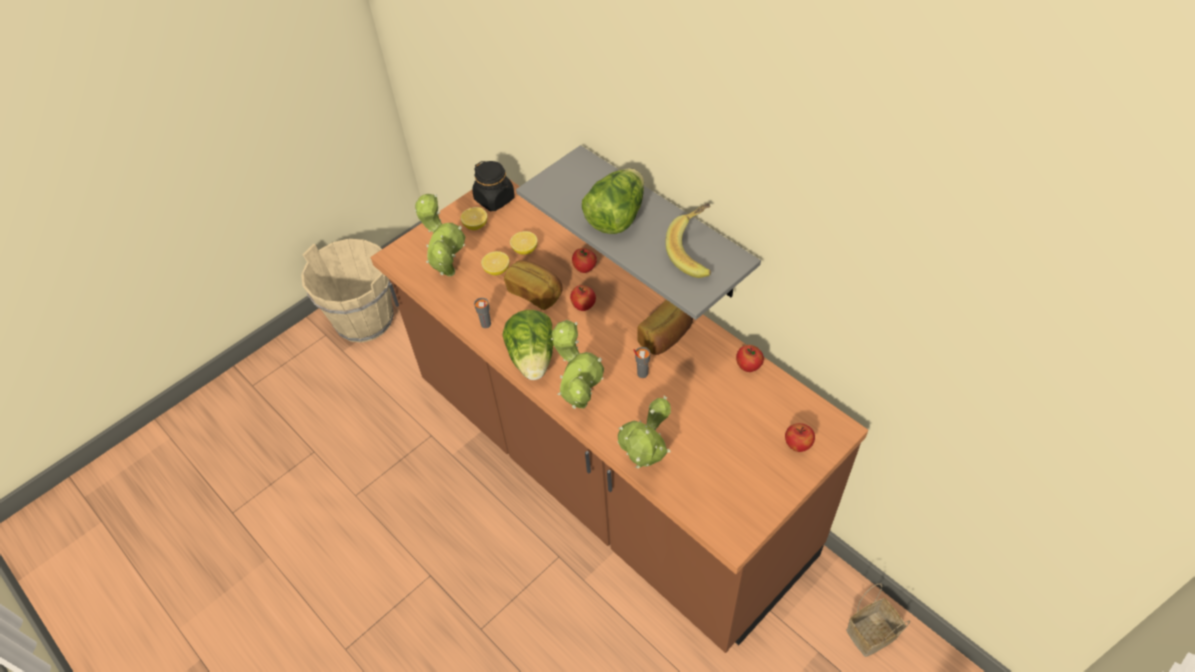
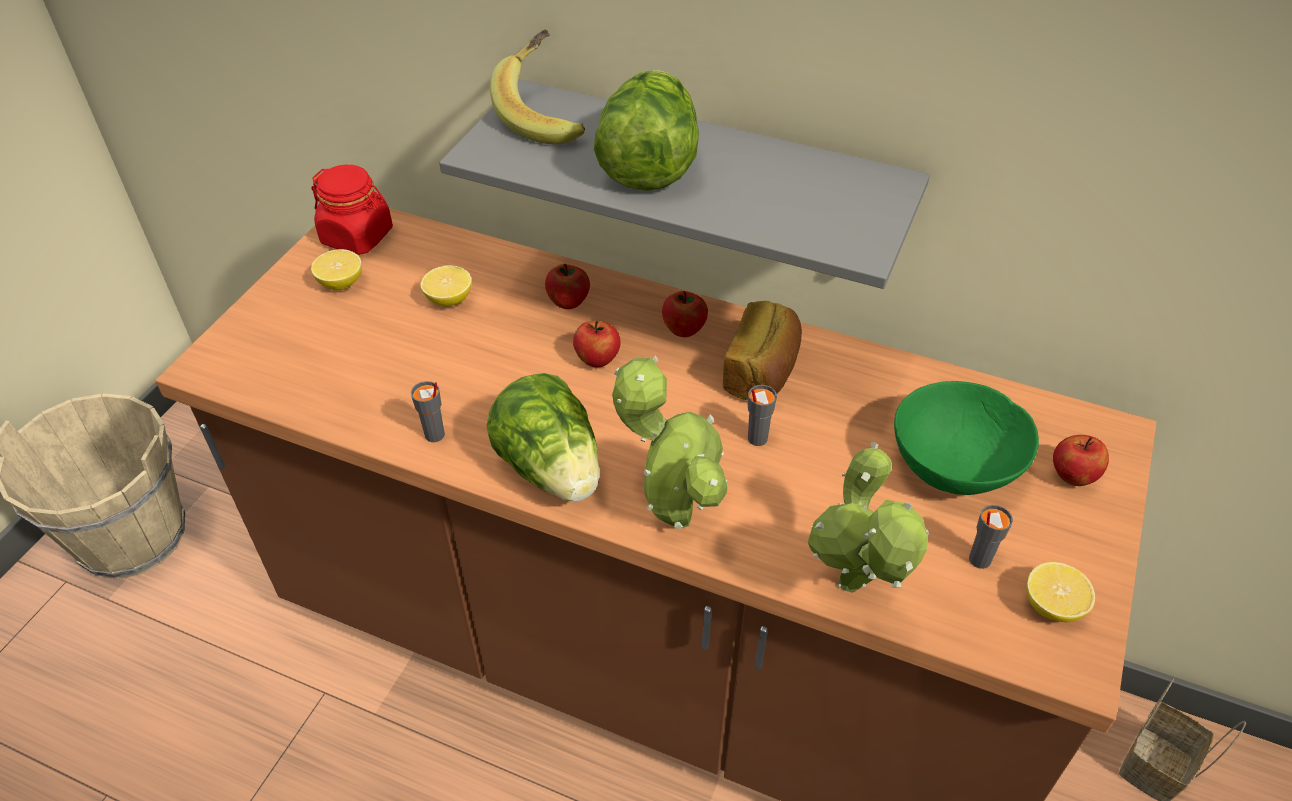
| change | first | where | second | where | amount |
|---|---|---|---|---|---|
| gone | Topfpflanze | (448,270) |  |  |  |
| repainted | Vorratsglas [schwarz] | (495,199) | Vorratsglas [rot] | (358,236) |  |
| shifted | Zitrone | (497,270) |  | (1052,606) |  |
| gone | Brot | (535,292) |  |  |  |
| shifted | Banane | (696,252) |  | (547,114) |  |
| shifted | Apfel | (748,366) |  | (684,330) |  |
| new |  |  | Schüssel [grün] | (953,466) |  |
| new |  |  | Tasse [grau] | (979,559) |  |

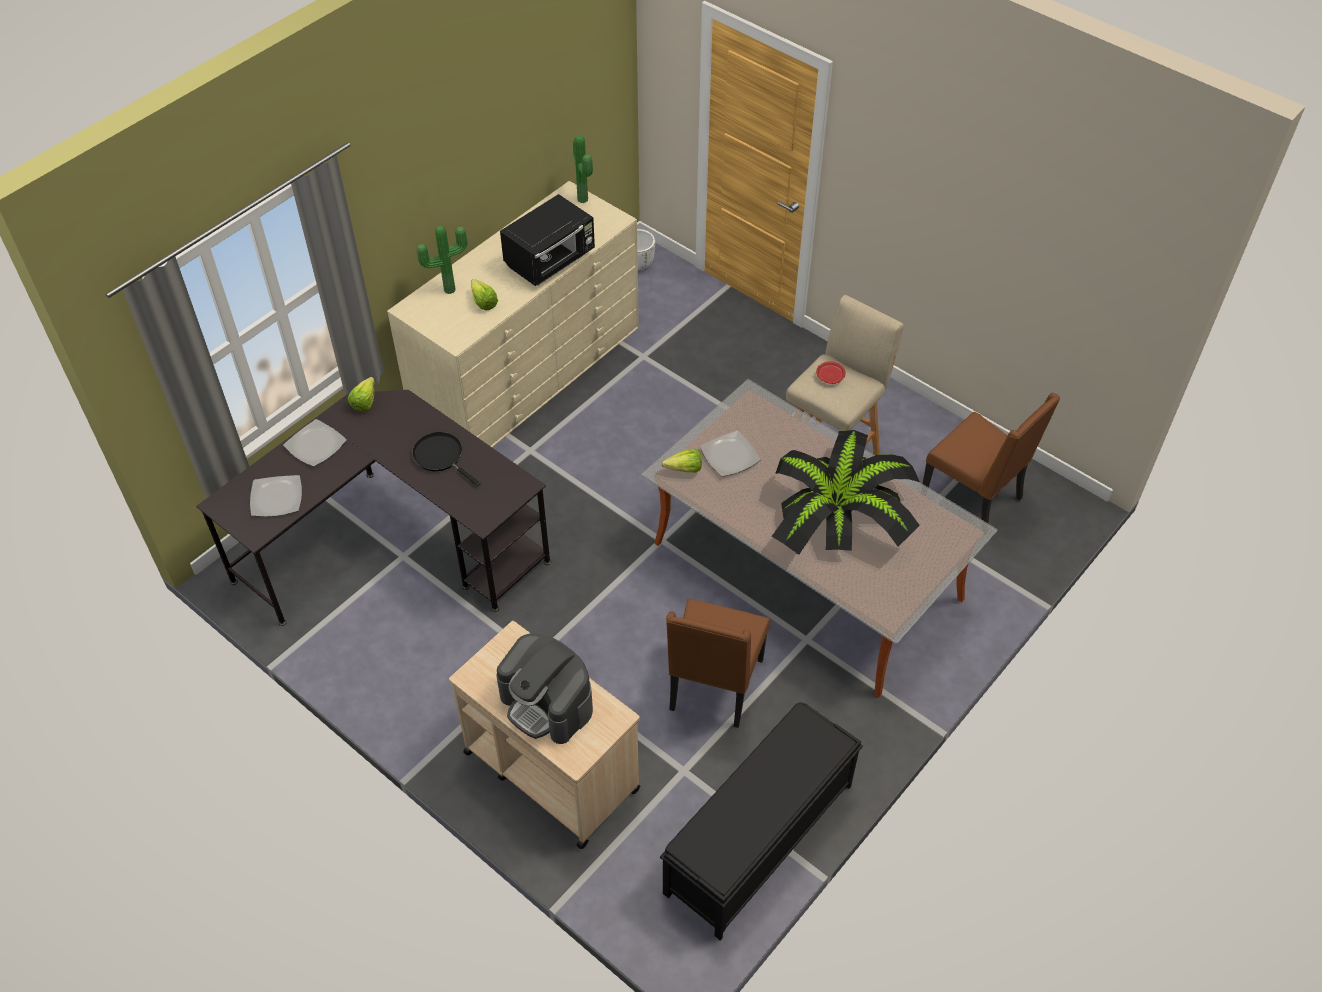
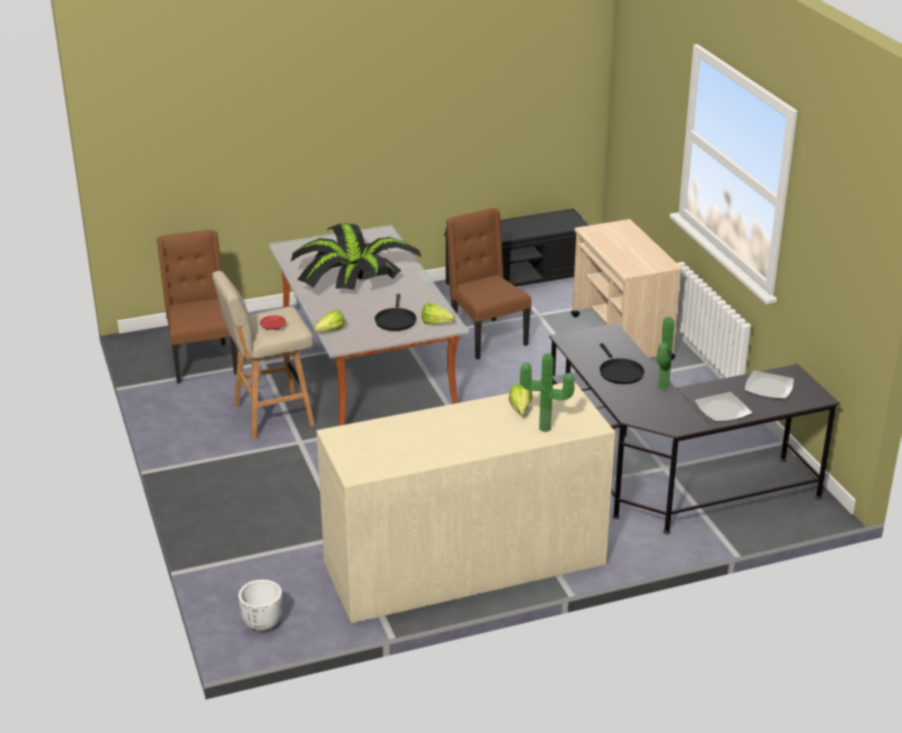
| change | first | where | second | where | amount |
|---|---|---|---|---|---|
| shifted | Salatkopf | (367,400) |  | (328,332) |  |
| gone | Kaffeemaschine | (547,704) |  |  |  |
| gone | Mikrowelle [schwarz] | (551,260) |  |  |  |
| shifted | Topfpflanze | (584,199) |  | (661,387) |  |
| rotated | Stuhl [braun] | (714,686) |  | (486,338) | 75 degrees counterclockwise |
| swapped | Teller | (730,455) | Pfanne [schwarz] | (395,320) |  |

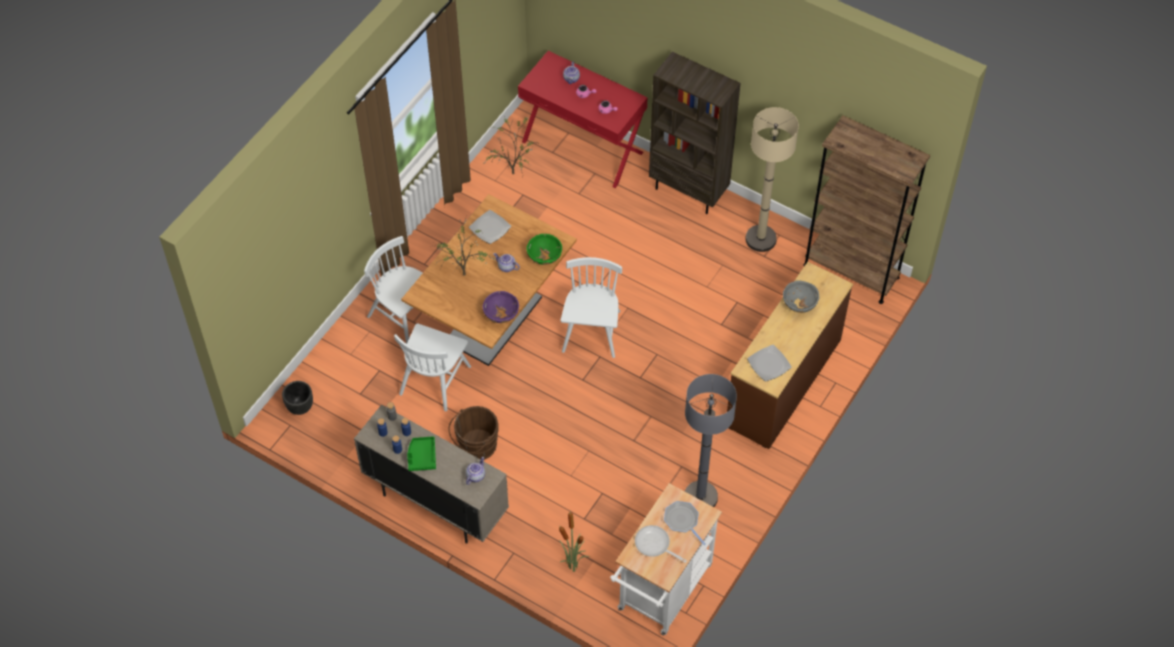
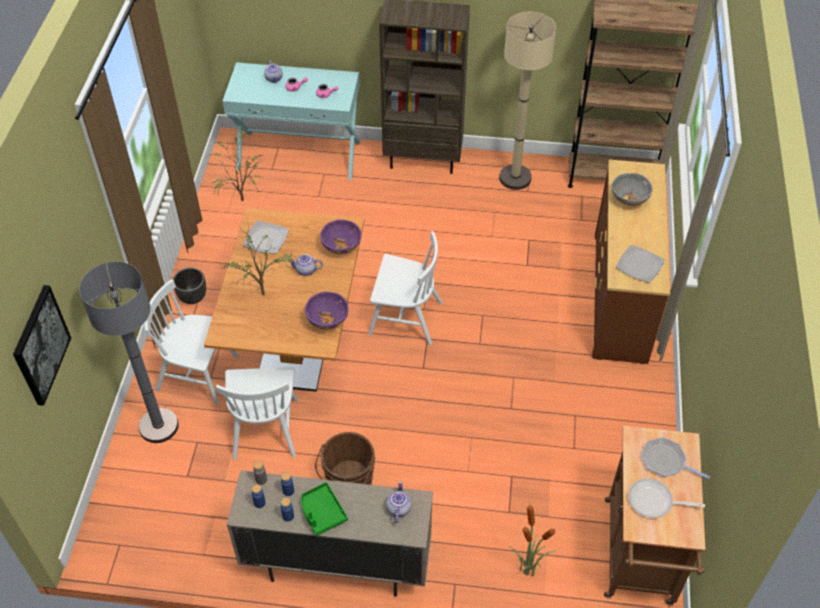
| change | first | where | second | where | amount |
|---|---|---|---|---|---|
| shifted | Pflanzkübel [schwarz] | (300,407) |  | (192,298) |  |
| repainted | Konsolentisch [rot] | (583,146) | Konsolentisch [türkis] | (299,155) |  |
| repainted | Schüssel [grün] | (544,258) | Schüssel [lila] | (341,247) |  |
| rotated | Stuhl [weiß] | (591,332) |  | (405,318) | 120 degrees clockwise |
| repainted | Rollwagen [weiß] | (661,593) | Rollwagen [braun] | (639,559) |  |
| shifted | Stehlampe [grau] | (700,497) |  | (158,426) |  |
| new |  |  | Bild | (40,345) |  |

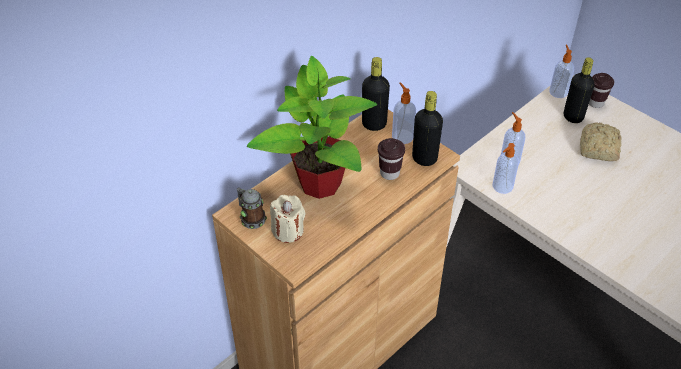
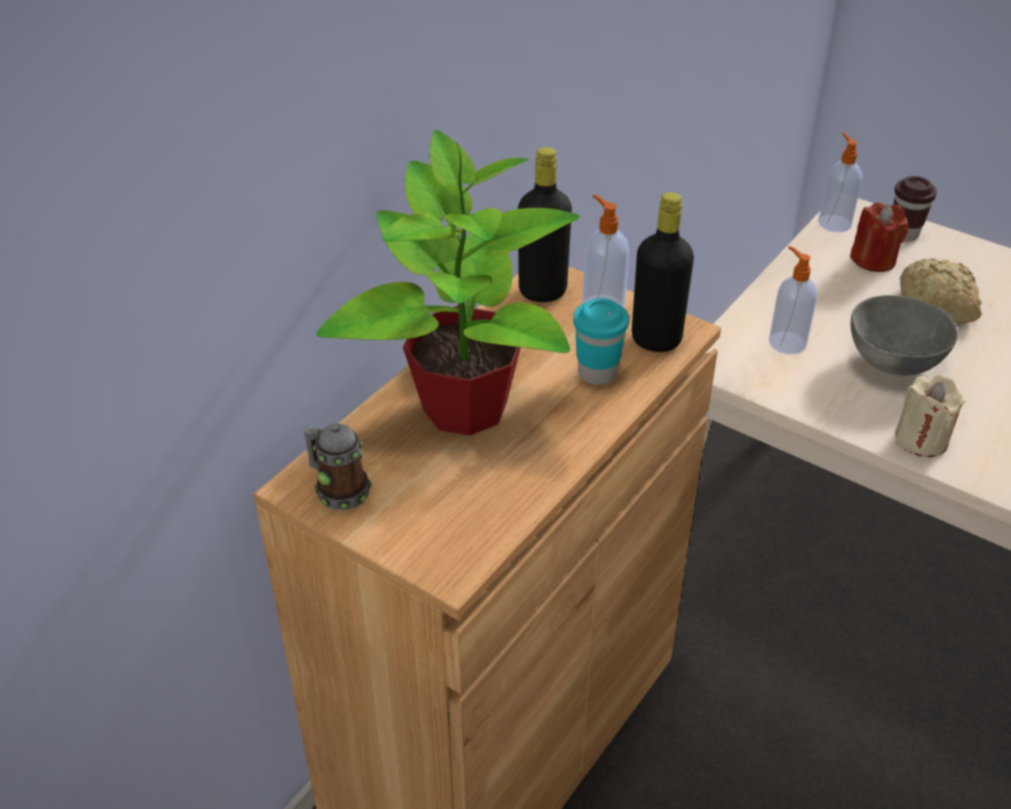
| change | first | where | second | where | amount |
|---|---|---|---|---|---|
| shifted | Kerze [beige] | (288,231) |  | (921,439) |  |
| repainted | Tasse [braun] | (389,173) | Tasse [türkis] | (597,373) |  |
| gone | Seifenspender | (502,187) |  |  |  |
| swapped | Flasche [schwarz] | (573,117) | Kerze [rot] | (873,259) |  |
| new |  |  | Schüssel [grau] | (891,361) |  |

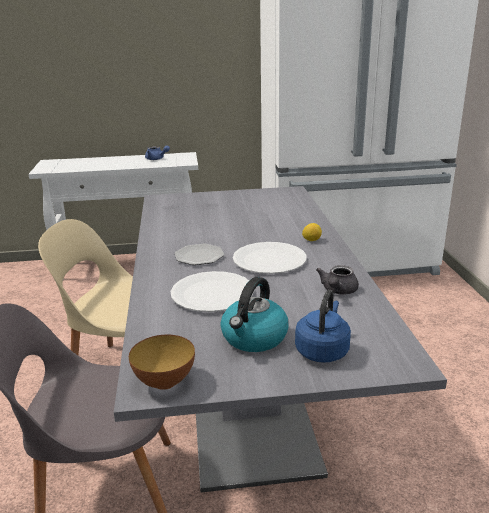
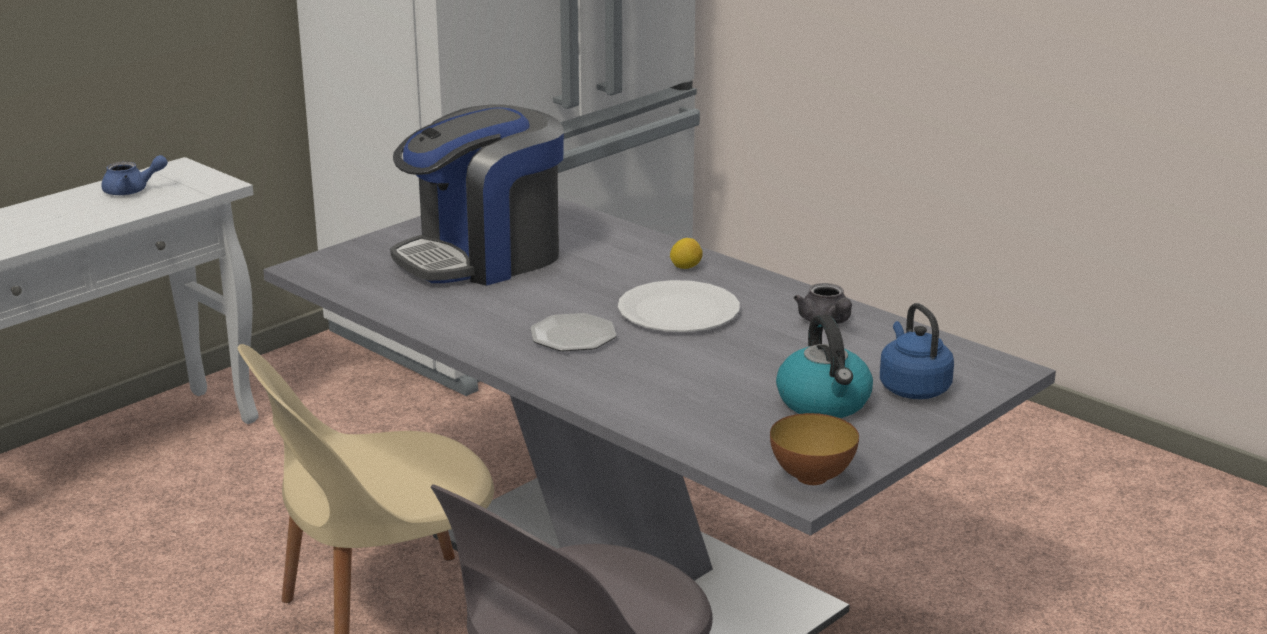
| change | first | where | second | where | amount |
|---|---|---|---|---|---|
| gone | Teller [weiß] | (212,294) |  |  |  |
| new |  |  | Kaffeemaschine | (483,257) |  |

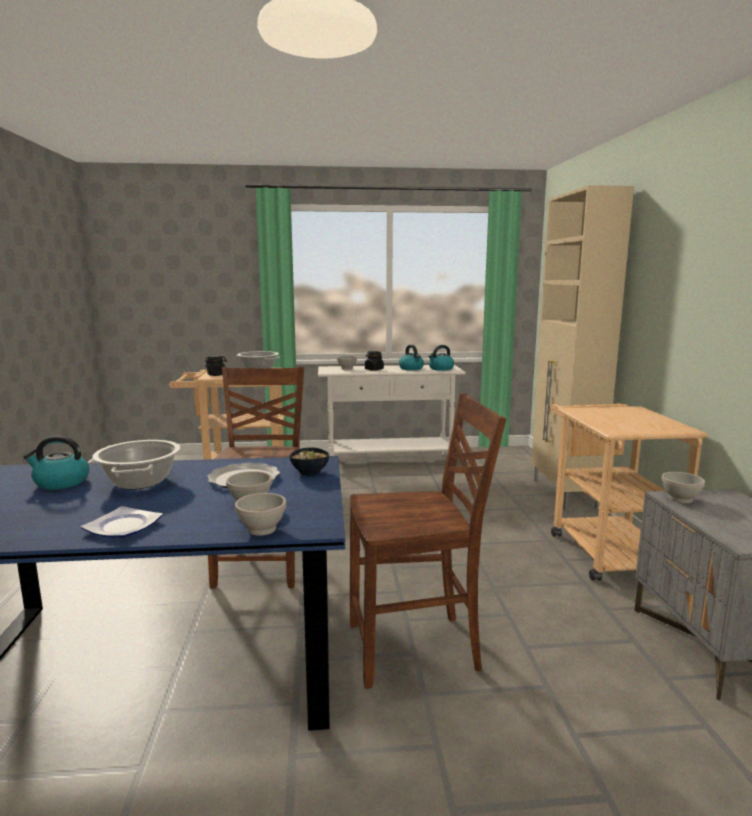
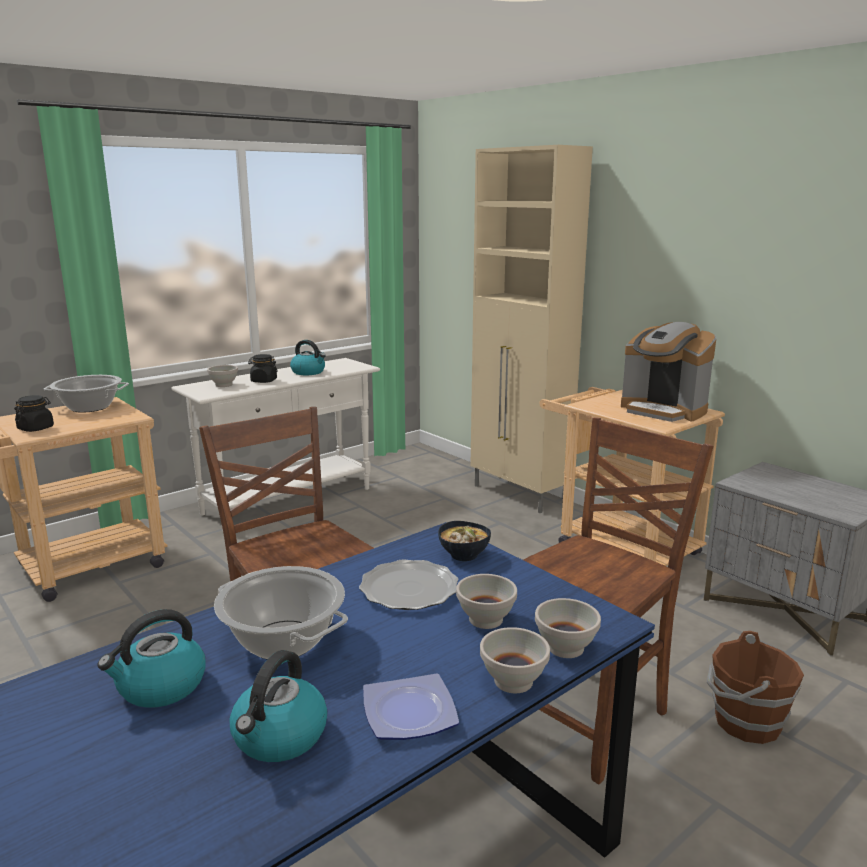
| change | first | where | second | where | amount |
|---|---|---|---|---|---|
| shifted | Wasserkessel | (440,369) |  | (279,737) |  |
| shifted | Schüssel [weiß] | (681,499) |  | (514,681) |  |
| new |  |  | Kaffeemaschine | (663,410) |  |
| new |  |  | Eimer [braun] | (745,722) |  |

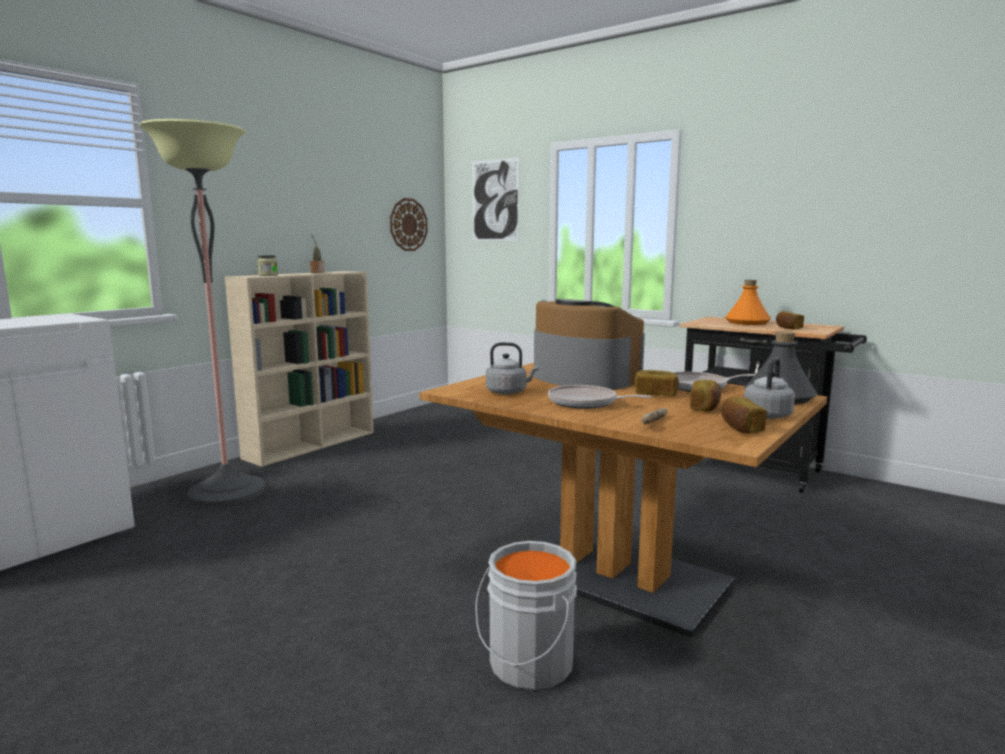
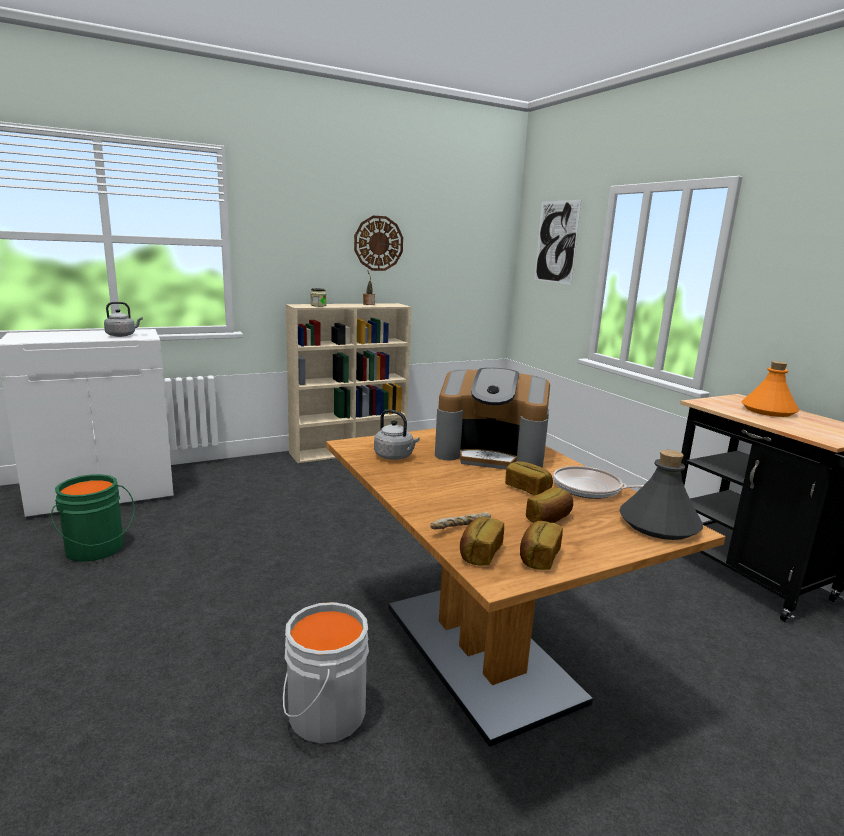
| change | first | where | second | where | amount |
|---|---|---|---|---|---|
| gone | Stehlampe | (227,492) |  |  |  |
| shifted | Wanduhr | (408,224) |  | (378,243) |  |
| rotated | Kaffeemaschine | (583,378) |  | (491,453) | 120 degrees clockwise |
| gone | Pfanne | (586,403) |  |  |  |
| shifted | Wasserkessel [grau] | (768,415) |  | (122,335) |  |
| shifted | Brot | (788,328) |  | (479,553) |  |
| new |  |  | Eimer [grün] | (96,549) |  |

